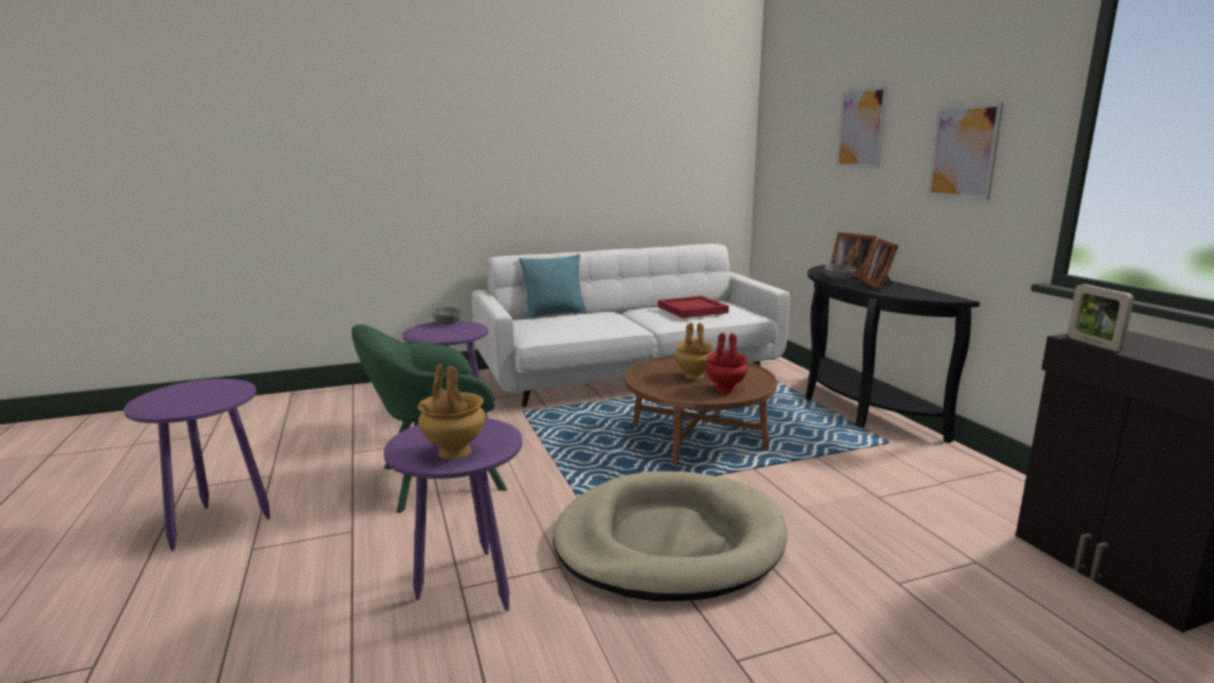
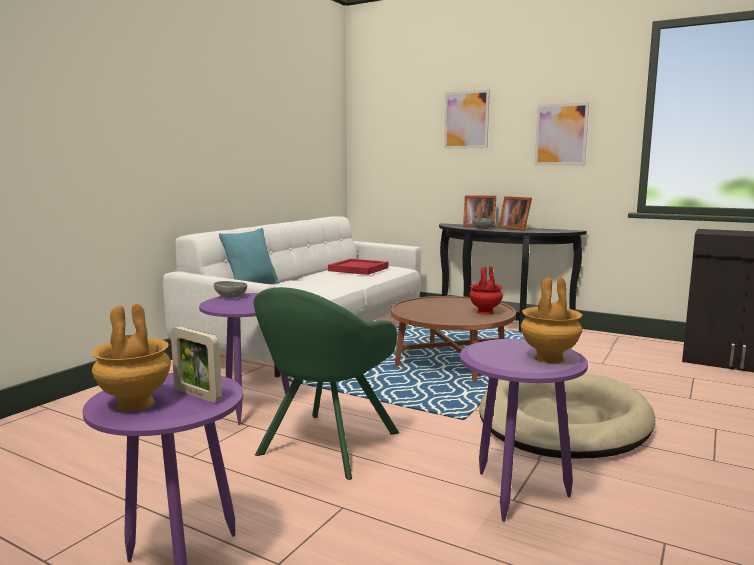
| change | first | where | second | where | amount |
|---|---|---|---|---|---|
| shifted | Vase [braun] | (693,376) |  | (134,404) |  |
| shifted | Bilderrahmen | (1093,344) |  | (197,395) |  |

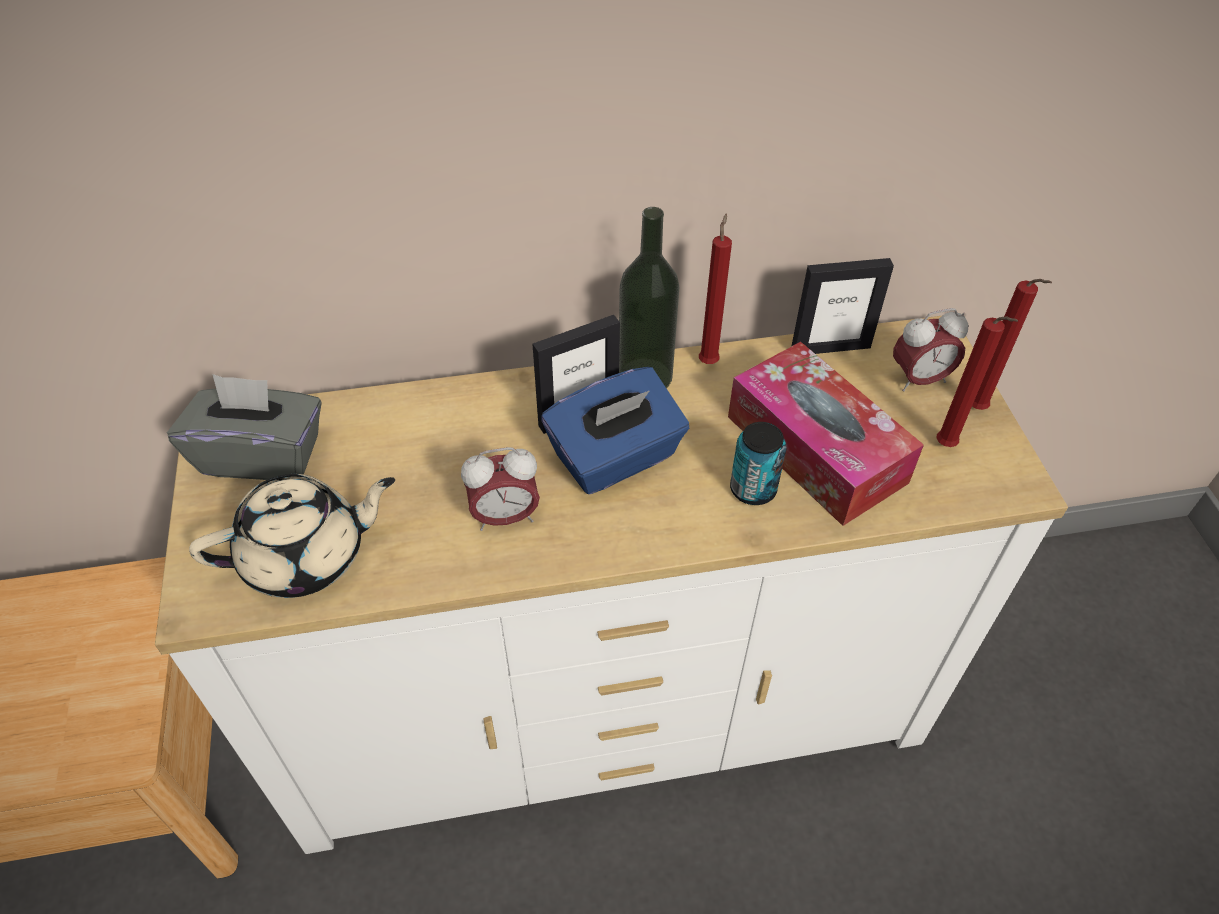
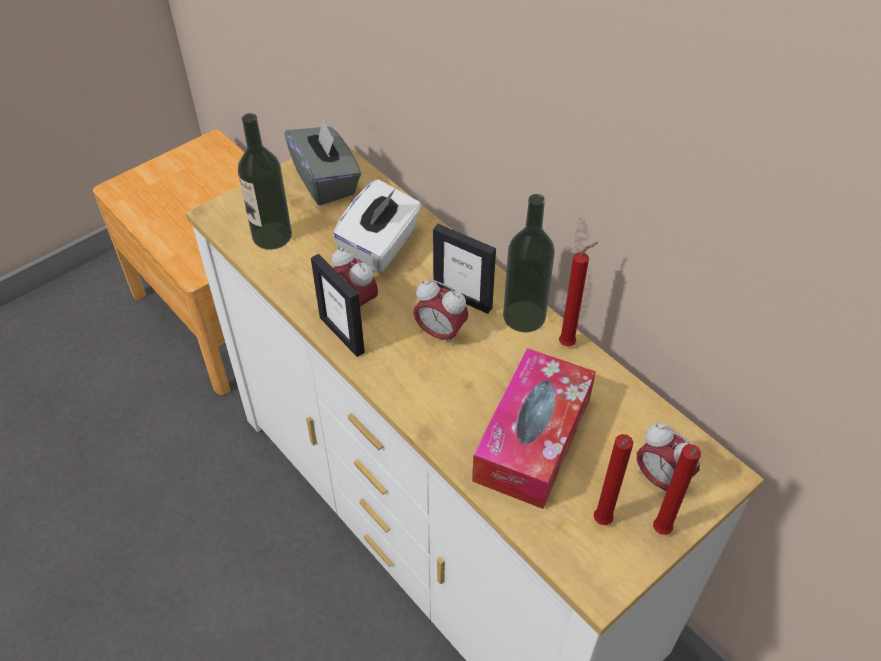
| change | first | where | second | where | amount |
|---|---|---|---|---|---|
| swapped | Teekanne [beige] | (307,556) | Flasche | (272,236) |  |
| swapped | Taschentuchbox [blau] | (616,458) | Wecker | (440,333) |  |
| gone | Dose | (753,489) |  |  |  |
| shifted | Bilderrahmen | (830,347) |  | (342,334) |  |
| new |  |  | Taschentuchbox [weiß] | (380,246) |  |

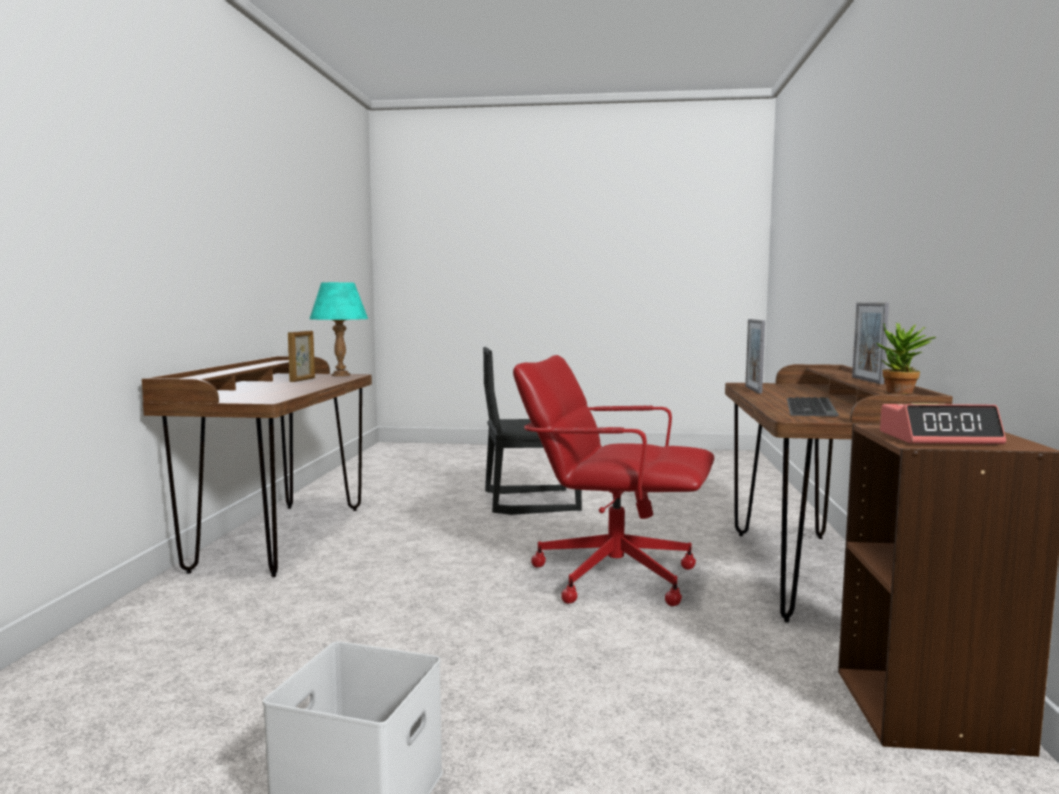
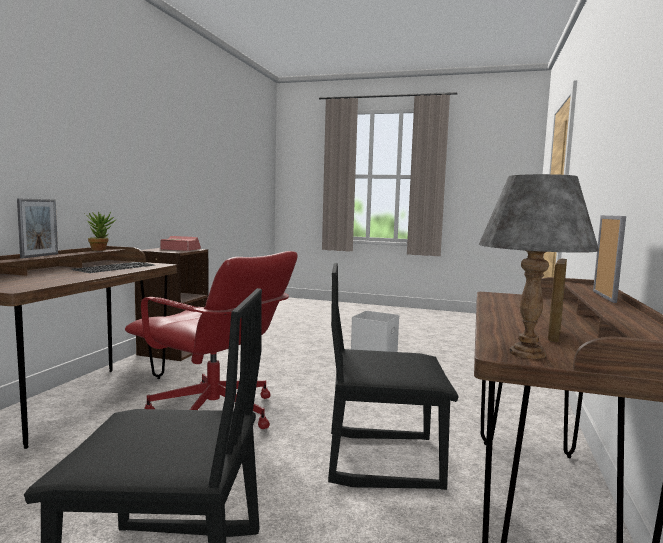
| change | first | where | second | where | amount |
|---|---|---|---|---|---|
| repainted | Tischlampe [türkis] | (341,375) | Tischlampe [grau] | (526,353) |  |
| shifted | Bilderrahmen | (753,389) |  | (604,296) |  |
| new |  |  | Stuhl [schwarz] | (383,459) |  |

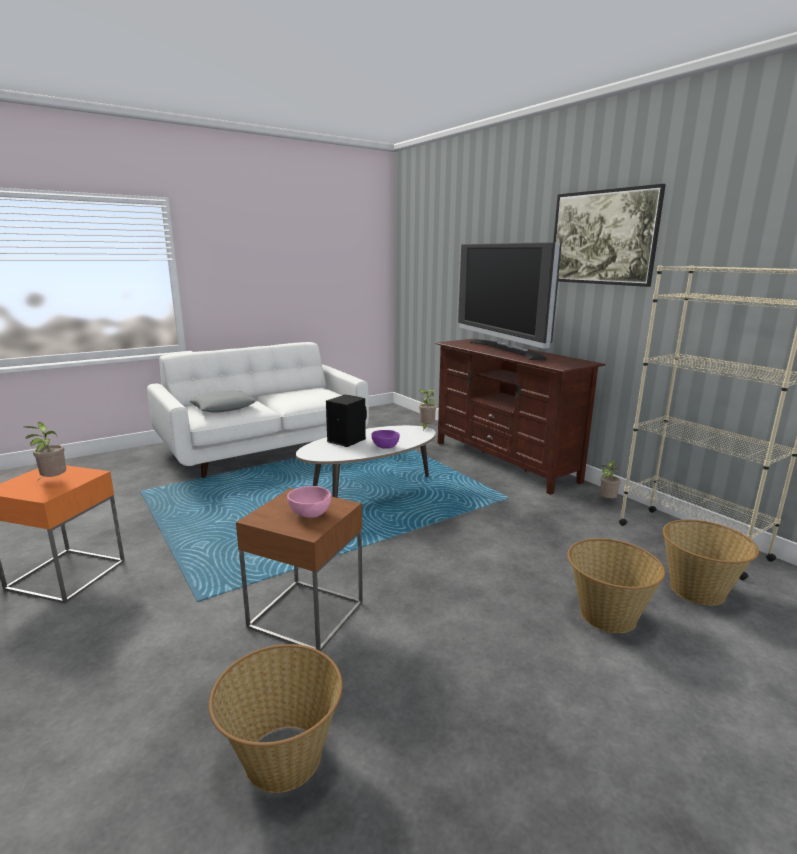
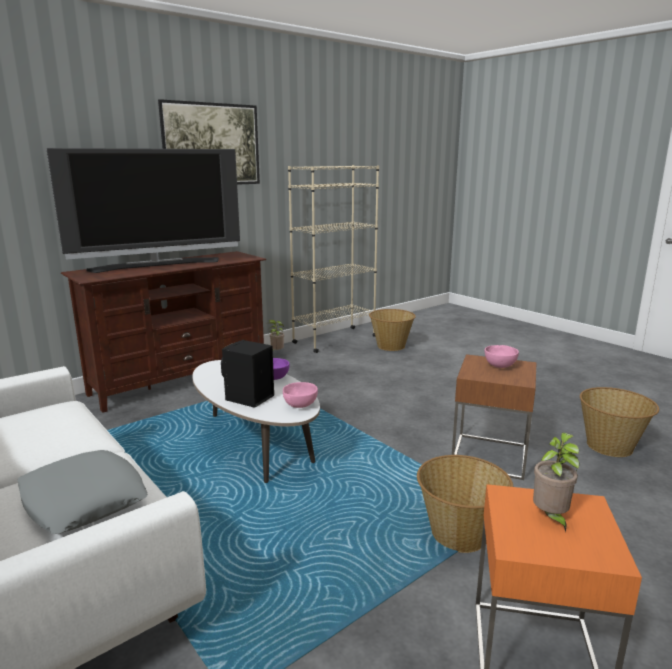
| change | first | where | second | where | amount |
|---|---|---|---|---|---|
| gone | Topfpflanze | (426,428) |  |  |  |
| shifted | Korb | (606,615) |  | (459,535) |  |
| new |  |  | Schüssel [rosa] | (300,405) |  |

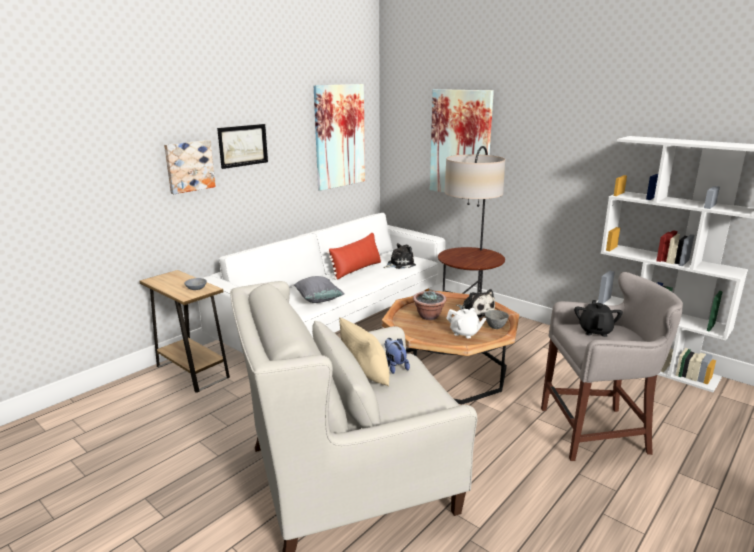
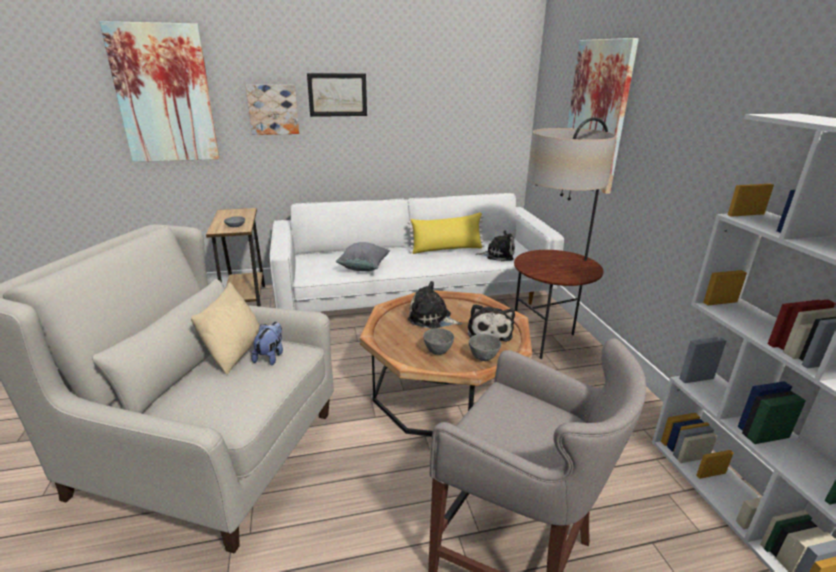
| change | first | where | second | where | amount |
|---|---|---|---|---|---|
| shifted | Bild | (339,136) |  | (164,95) |  |
| repainted | Kissen [rot] | (356,270) | Kissen [gelb] | (447,249) |  |
| swapped | Topfpflanze | (429,316) | Plüschtier | (432,319) |  |
| swapped | Teekanne [weiß] | (465,333) | Schüssel [grau] | (437,351) |  |
| gone | Teekanne [schwarz] | (595,331) |  |  |  |

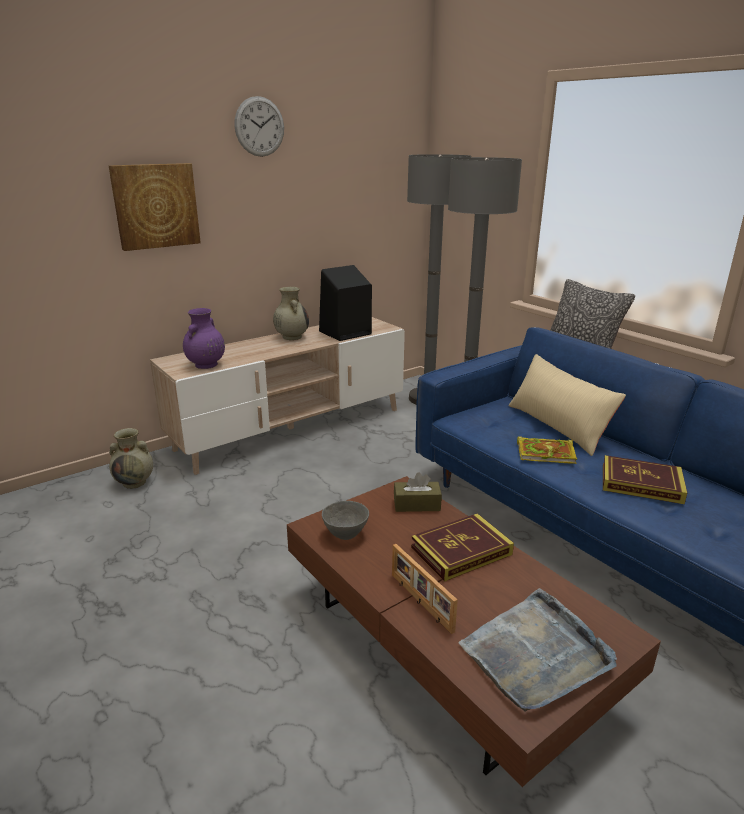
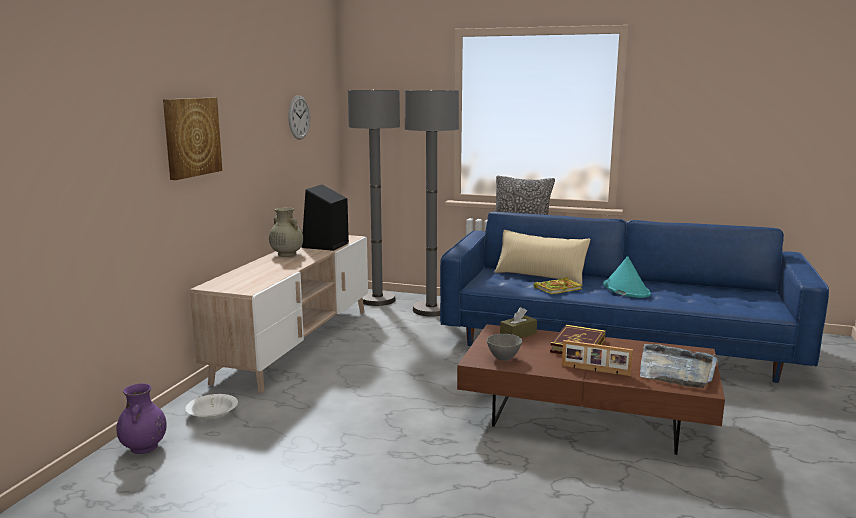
| change | first | where | second | where | amount |
|---|---|---|---|---|---|
| swapped | Vase [beige] | (135,482) | Schüssel [weiß] | (212,413) |  |
| shifted | Vase [lila] | (206,365) |  | (144,448) |  |
| shifted | Wanduhr | (259,126) |  | (299,117) |  |
| swapped | Buch | (641,483) | Hut [türkis] | (625,289) |  |

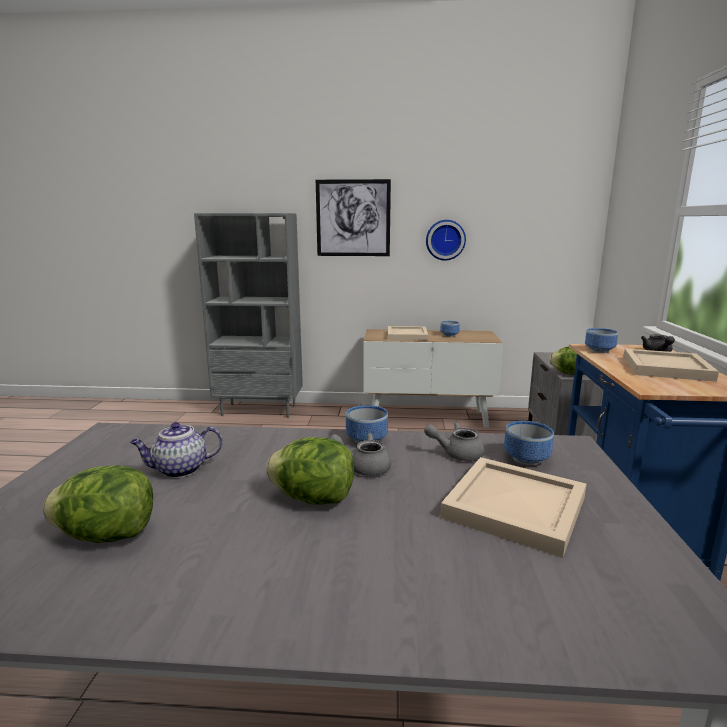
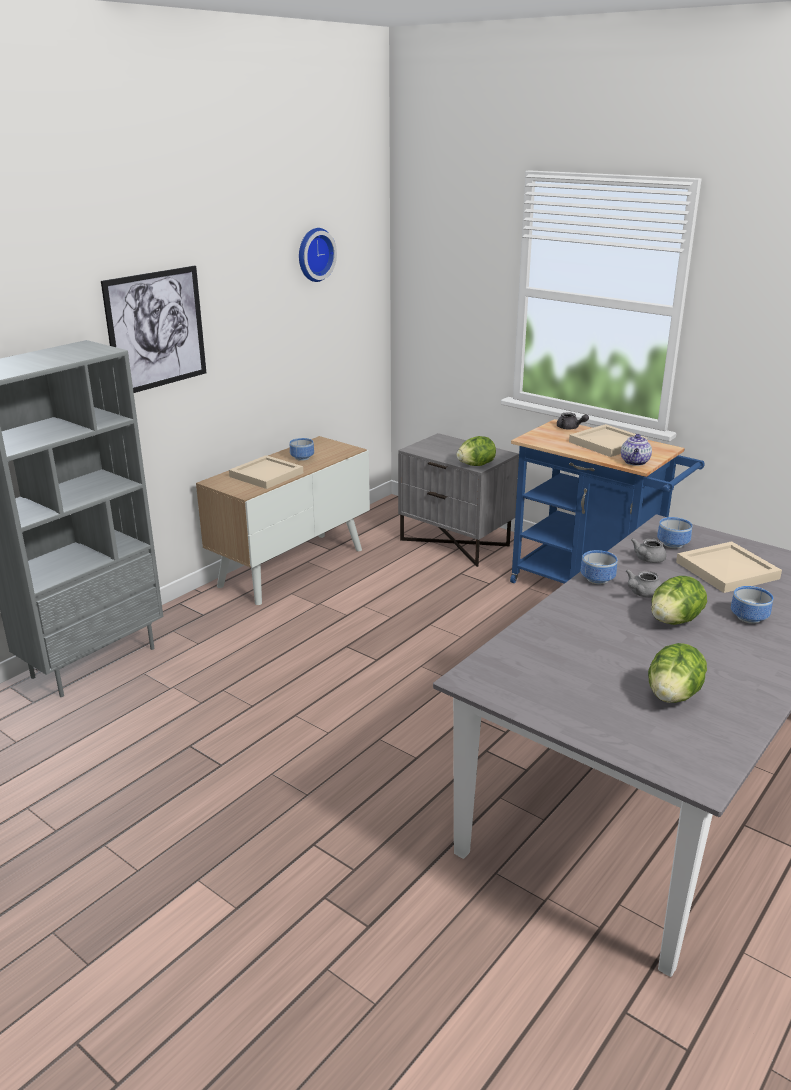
| change | first | where | second | where | amount |
|---|---|---|---|---|---|
| shifted | Teekanne | (179,470) |  | (635,462) |  |
| shifted | Wanduhr | (445,240) |  | (313,254) |  |
| shifted | Schüssel | (599,350) |  | (747,617) |  |

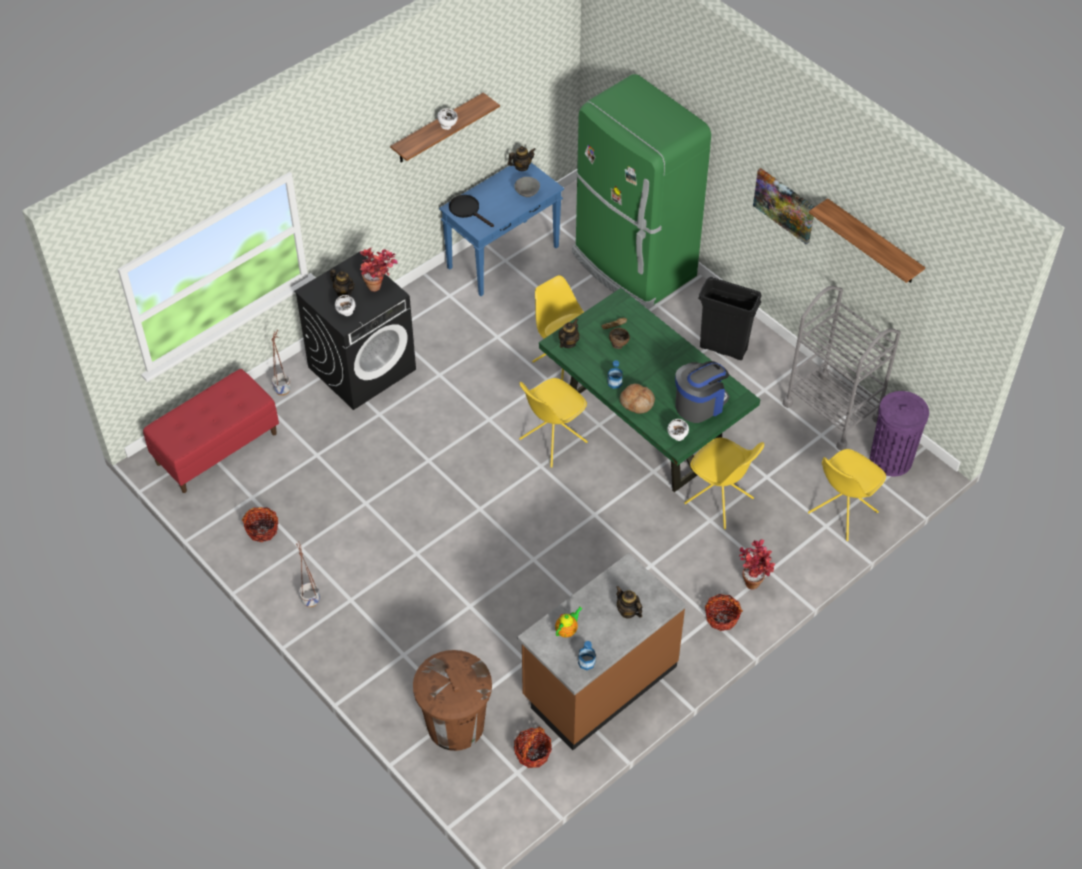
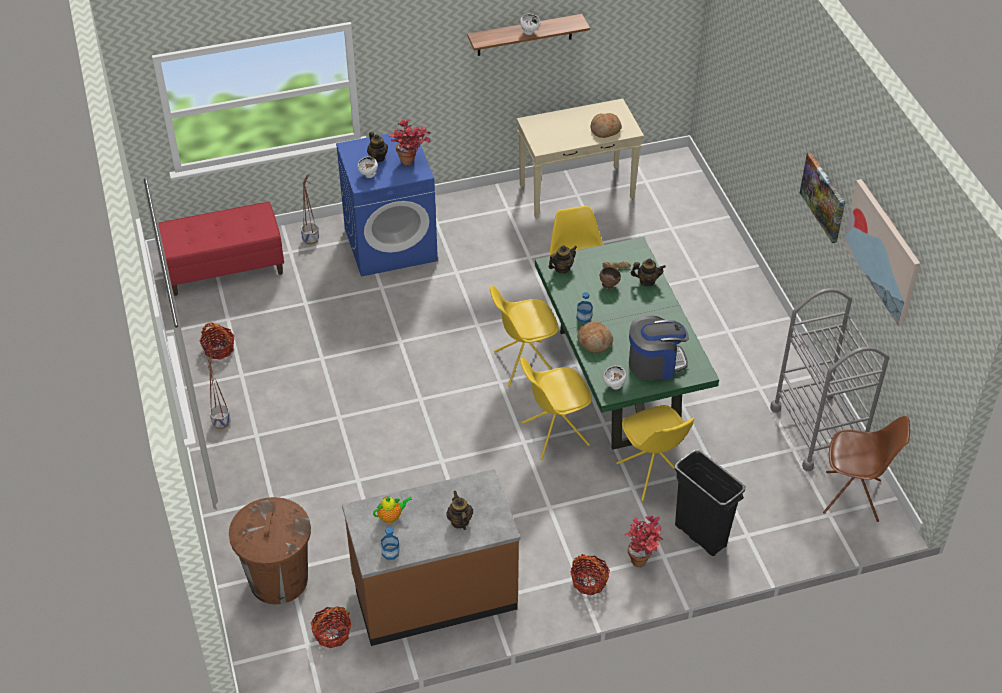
| change | first | where | second | where | amount |
|---|---|---|---|---|---|
| repainted | Waschmaschine [schwarz] | (362,367) | Waschmaschine [blau] | (391,244) |  |
| repainted | Konsolentisch [blau] | (503,257) | Konsolentisch [beige] | (577,191) |  |
| gone | Pfanne [schwarz] | (467,210) |  |  |  |
| shifted | Teekanne | (521,167) |  | (647,281) |  |
| swapped | Schüssel [grau] | (527,194) | Brot | (605,130) |  |
| gone | Kühlschrank [grün] | (633,266) |  |  |  |
| shifted | Mülleimer [schwarz] | (723,348) |  | (700,535) |  |
| shifted | Stuhl [gelb] | (841,513) |  | (554,434) |  |
| swapped | Wandregal | (873,242) | Bild | (883,251) |  |
| swapped | Mülleimer [lila] | (891,459) | Stuhl [braun] | (853,497) |  |

